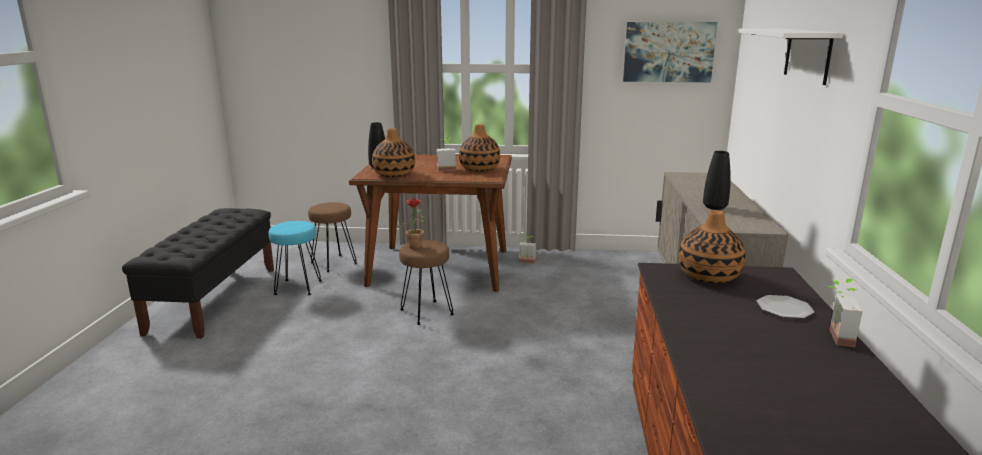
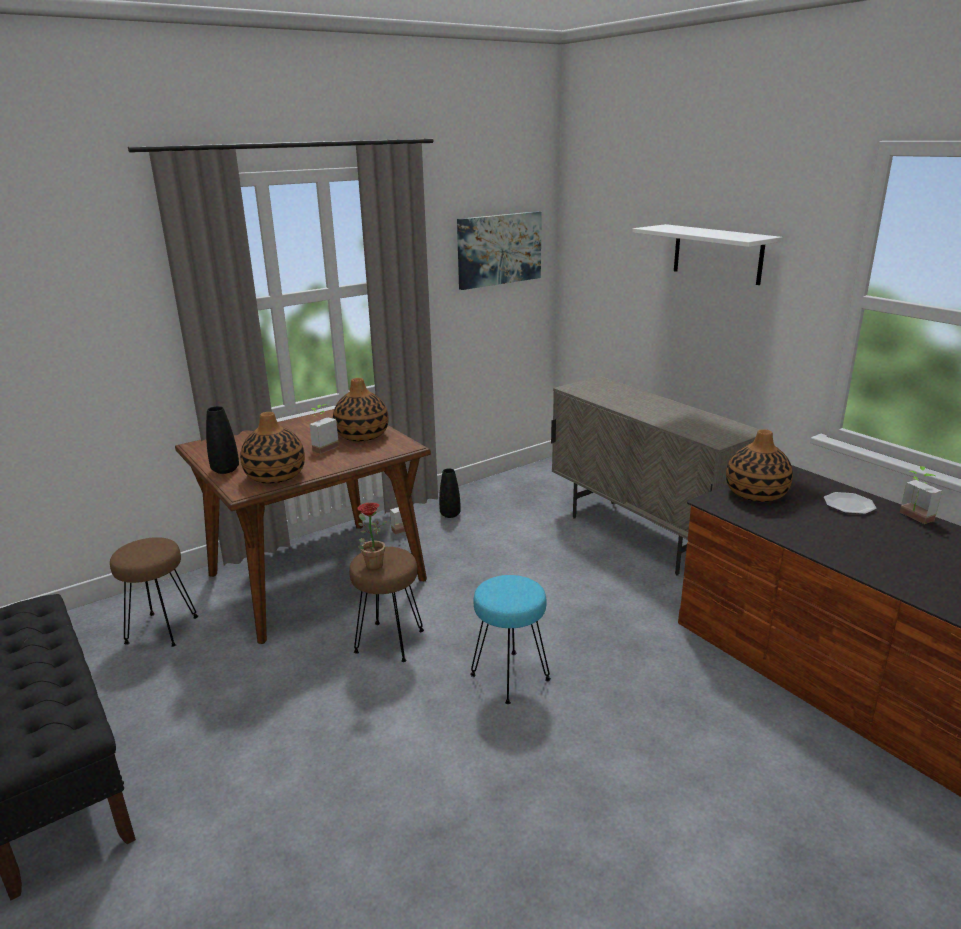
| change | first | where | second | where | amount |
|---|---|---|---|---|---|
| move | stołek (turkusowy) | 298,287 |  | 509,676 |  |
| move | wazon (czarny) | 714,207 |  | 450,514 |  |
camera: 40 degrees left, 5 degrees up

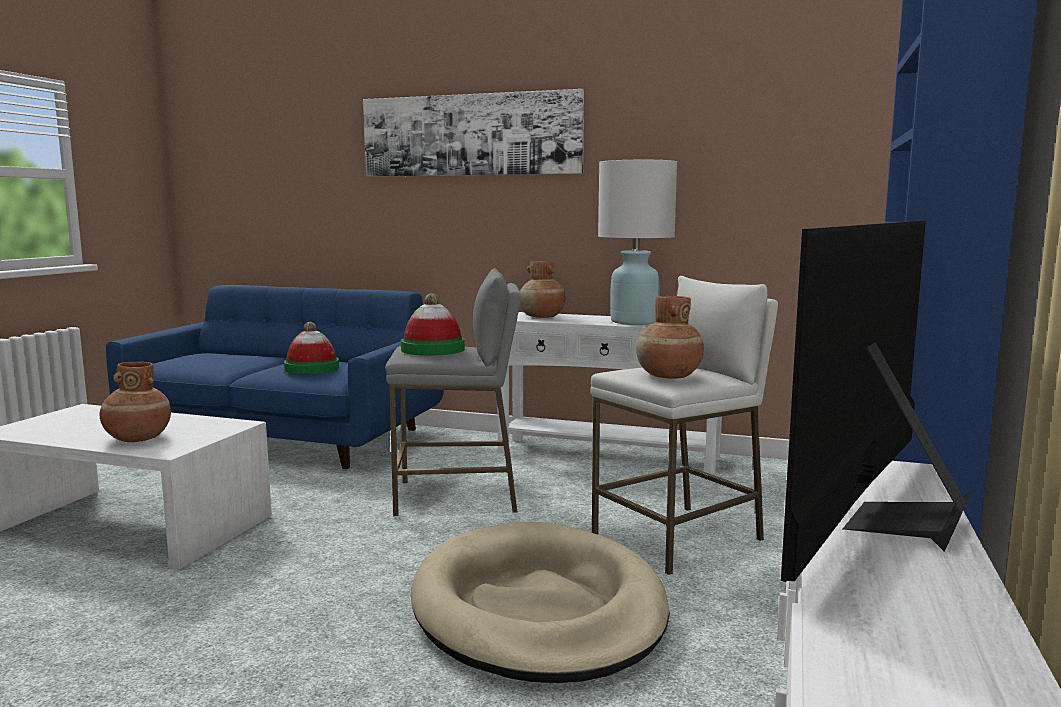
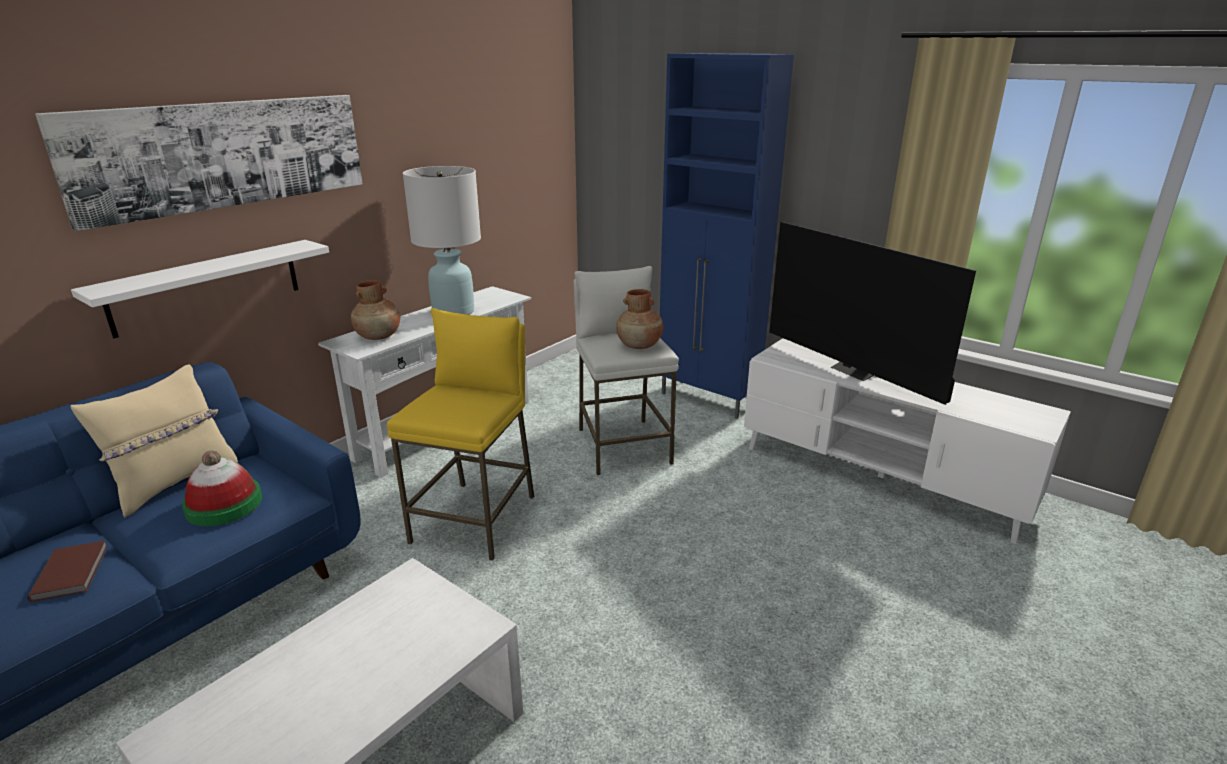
| change | first | where | second | where | amount |
|---|---|---|---|---|---|
| delete | wazon (brązowy) | 137,438 |  |  |  |
| recolor | stołek (szary) | 458,497 | stołek (żółty) | 475,519 |  |
| delete | kapelusz | 433,349 |  |  |  |
| delete | legowisko (beżowy) | 538,609 |  |  |  |
| insert |  |  | książka (brązowy) | 73,572 |  |
| insert |  |  | półka (biały) | 207,287 |  |
| insert |  |  | poduszka (beżowy) | 175,483 |  |
camera: 70 degrees left, 15 degrees up

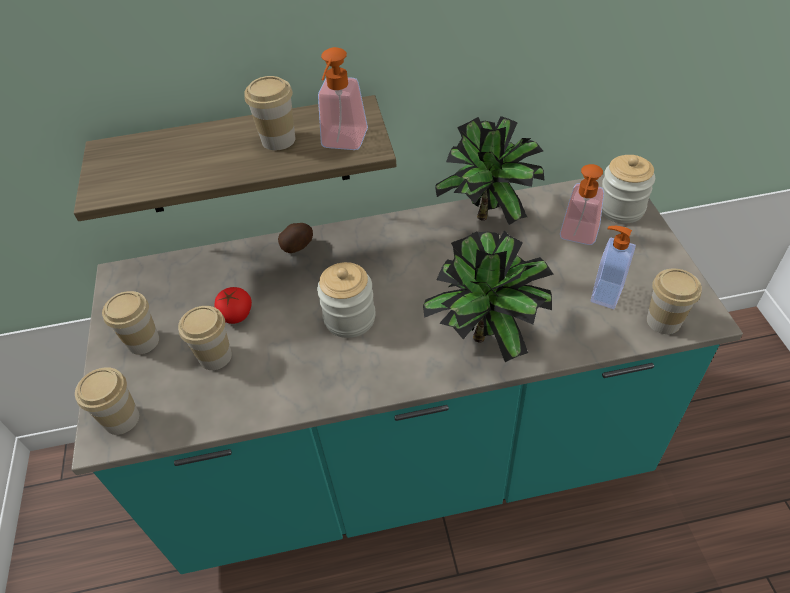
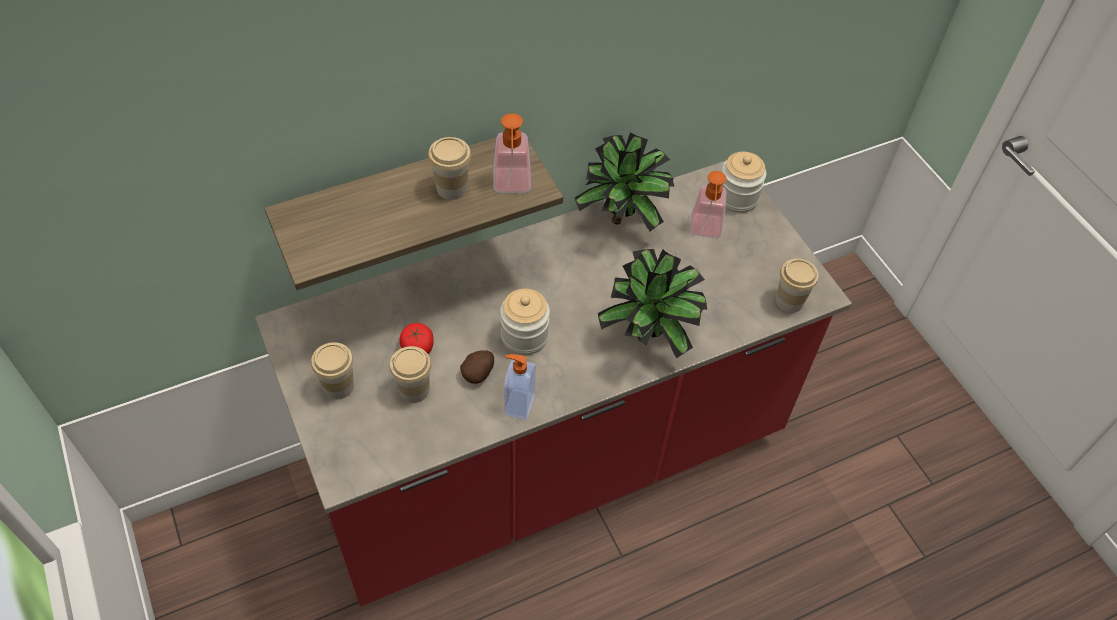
| change | first | where | second | where | amount |
|---|---|---|---|---|---|
| recolor | zabudowa kuchenna (turkusowy) | 408,460 | zabudowa kuchenna (czerwony) | 549,459 |  |
| delete | filiżanka | 121,419 |  |  |  |
| move | ziemniak | 298,246 |  | 479,373 |  |
| move | dozownik mydła | 605,294 |  | 518,404 |  |
camera: 20 degrees left, 5 degrees up

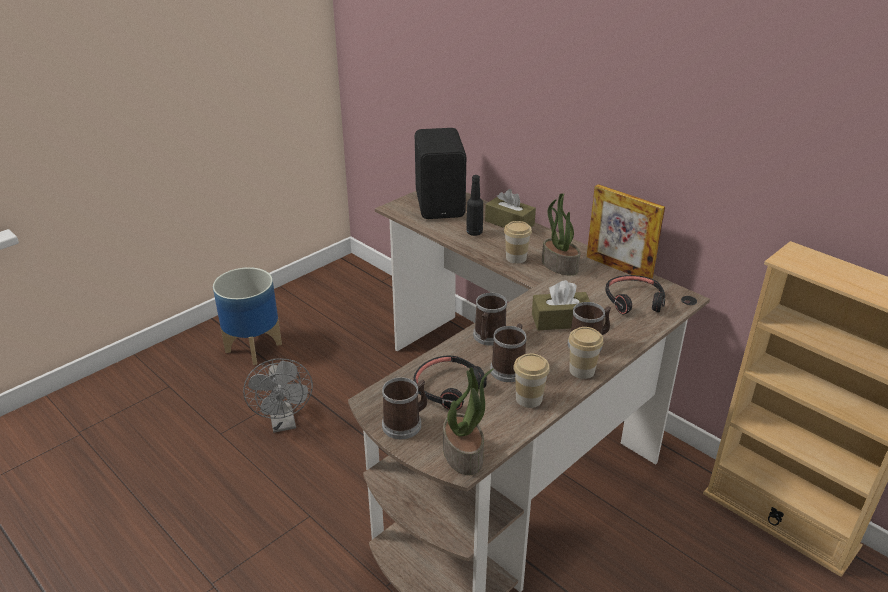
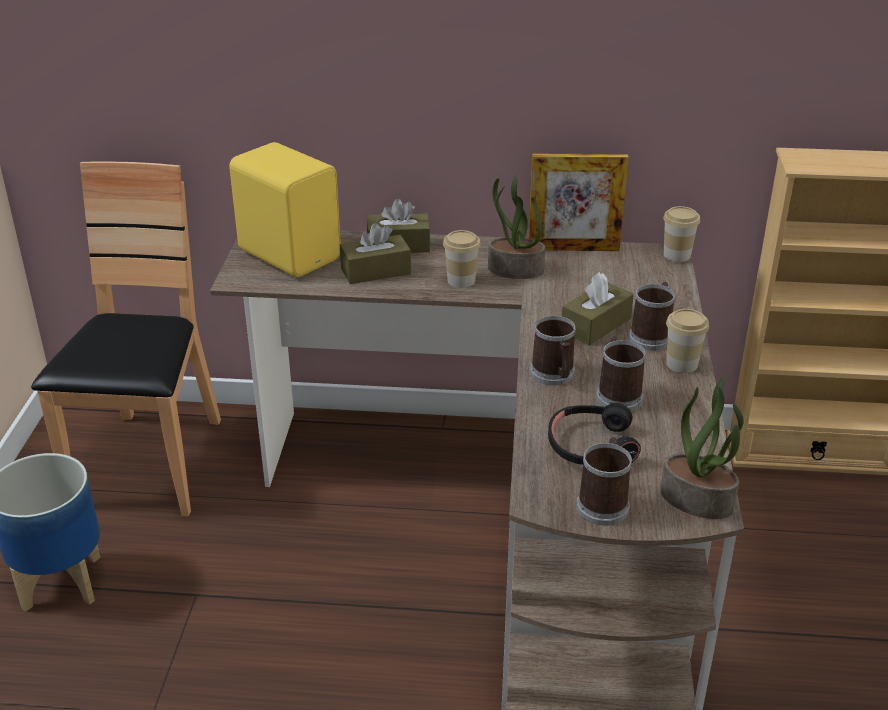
| change | first | where | second | where | amount |
|---|---|---|---|---|---|
| delete | wentylator (szary) | 284,423 |  |  |  |
| recolor | głośnik (czarny) | 441,204 | głośnik (żółty) | 290,253 |  |
| replace | butelka (czarny) | 474,232 | pudełko chusteczek (brązowy) | 375,271 |  |
| move | filiżanka | 529,399 |  | 677,255 |  |
| delete | słuchawki (czarny) | 634,301 |  |  |  |
| insert |  |  | krzesło (brązowy) | 150,464 |  |
camera: 40 degrees left, 0 degrees up

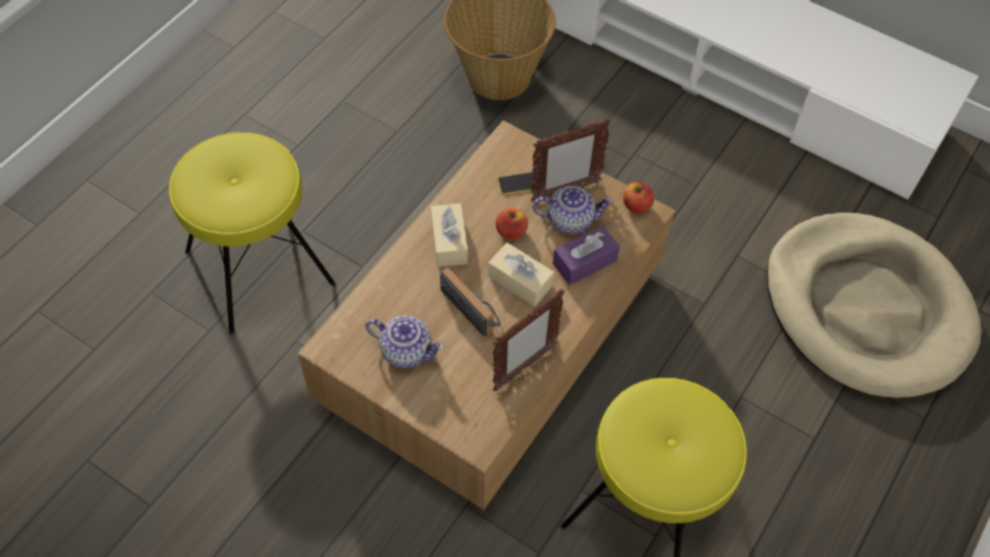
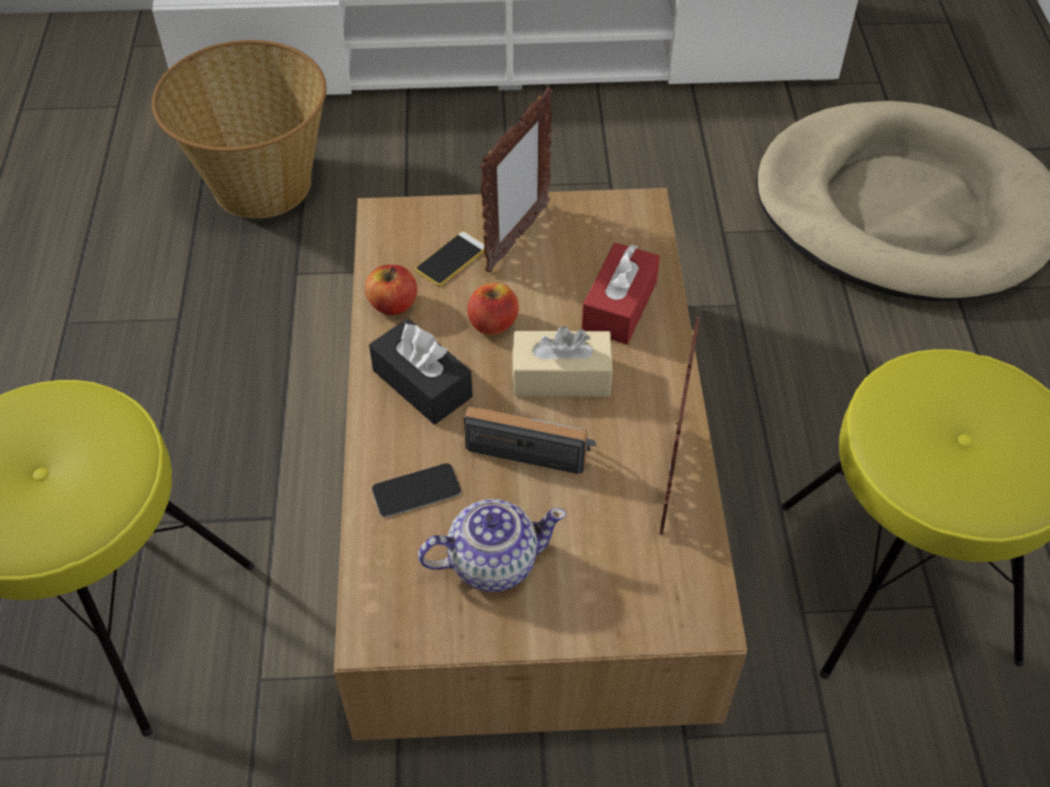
| change | first | where | second | where | amount |
|---|---|---|---|---|---|
| recolor | pudełko chusteczek (beżowy) | 449,242 | pudełko chusteczek (czarny) | 422,383 |  |
| delete | imbryk | 569,220 |  |  |  |
| recolor | pudełko chusteczek (fioletowy) | 584,262 | pudełko chusteczek (czerwony) | 619,306 |  |
| move | jabłko | 636,205 |  | 393,304 |  |
| insert |  |  | telefon | 416,491 |  |
camera: 35 degrees left, 5 degrees down

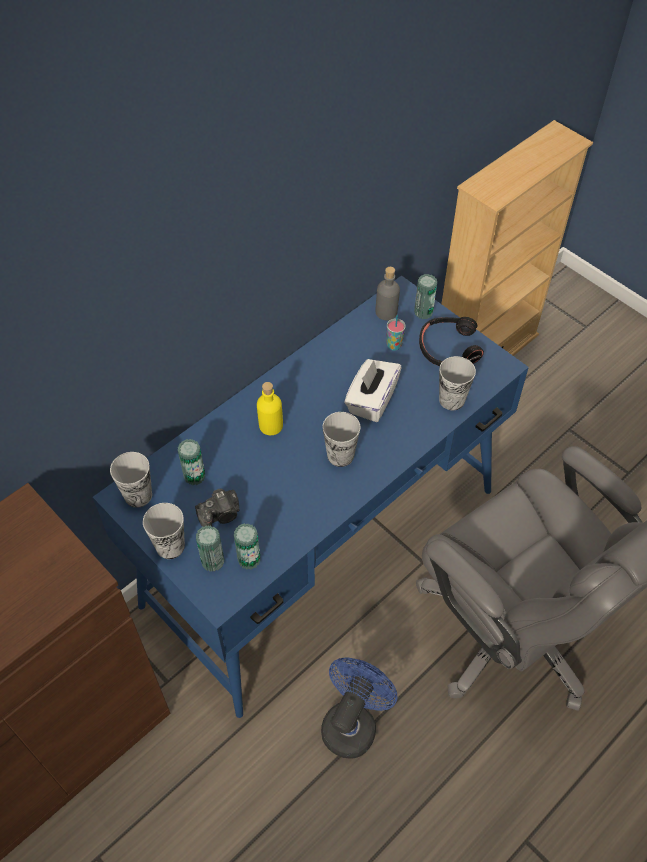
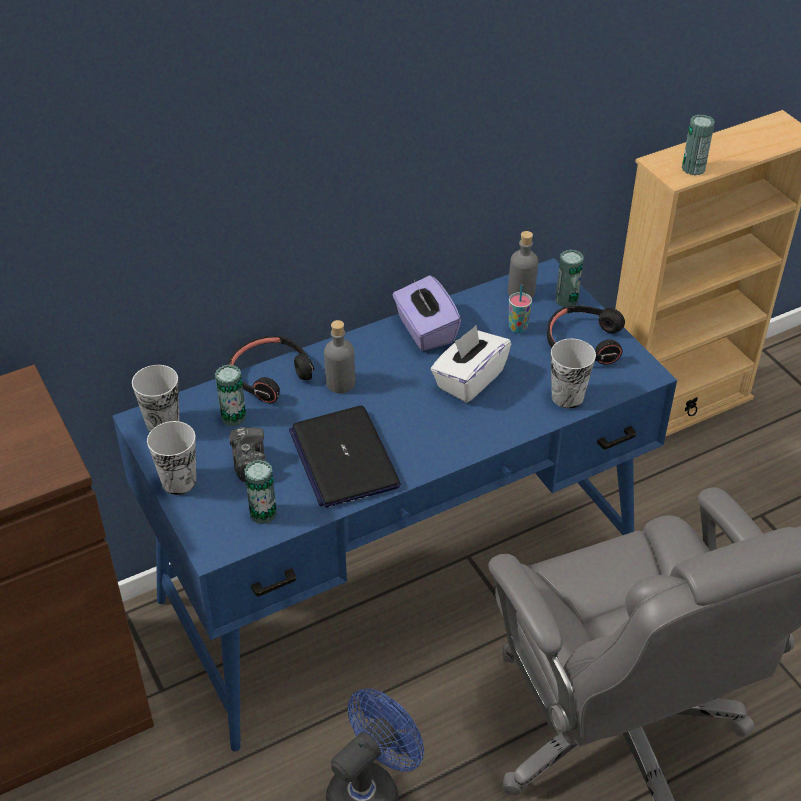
| change | first | where | second | where | amount |
|---|---|---|---|---|---|
| rotate | aparat fotograficzny | 221,515 |  | 248,462 | 90 degrees counterclockwise |
| move | puszka | 213,561 |  | 693,168 |  |
| recolor | butelka (żółty) | 271,425 | butelka (szary) | 340,383 |  |
| delete | filiżanka | 340,455 |  |  |  |
| insert |  |  | słuchawki (czarny) | 270,375 |  |
| insert |  |  | laptop | 343,458 |  |
| insert |  |  | pudełko chusteczek (fioletowy) | 425,330 |  |
camera: 15 degrees right, 10 degrees down

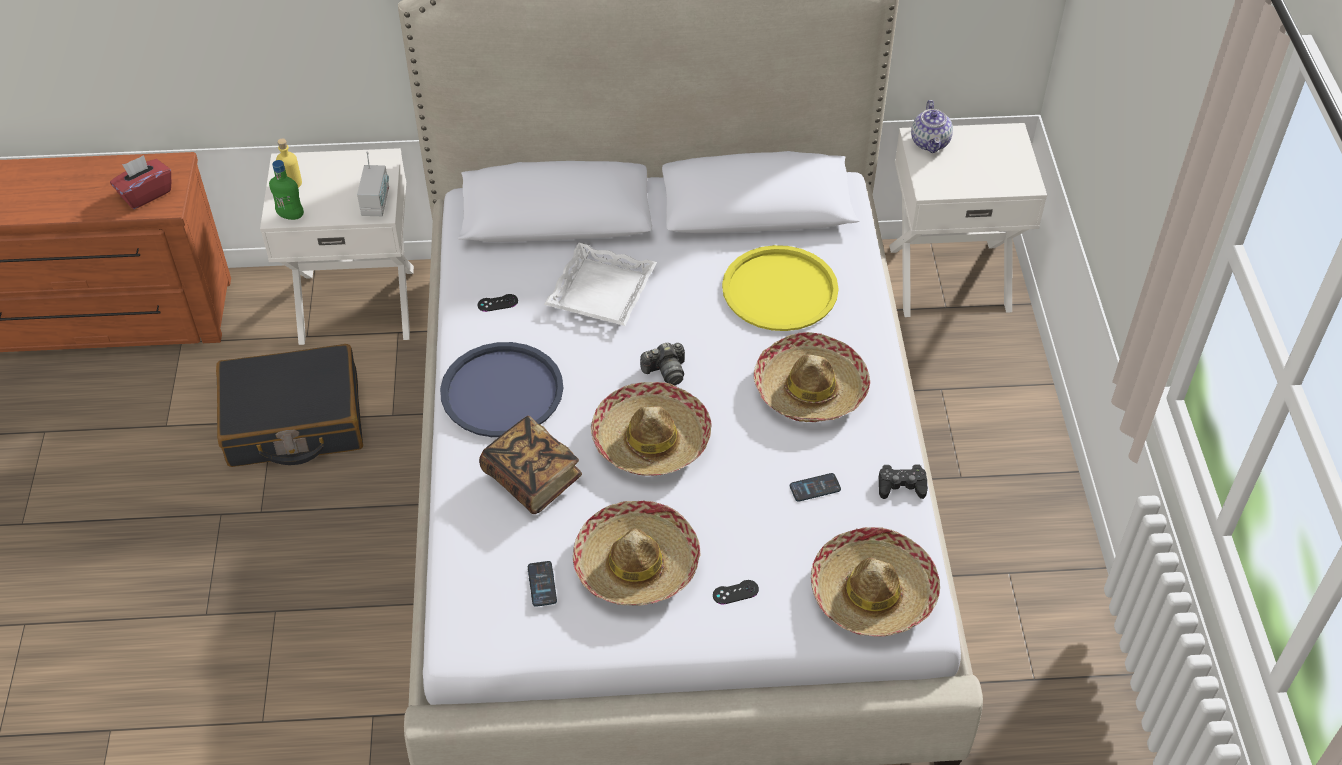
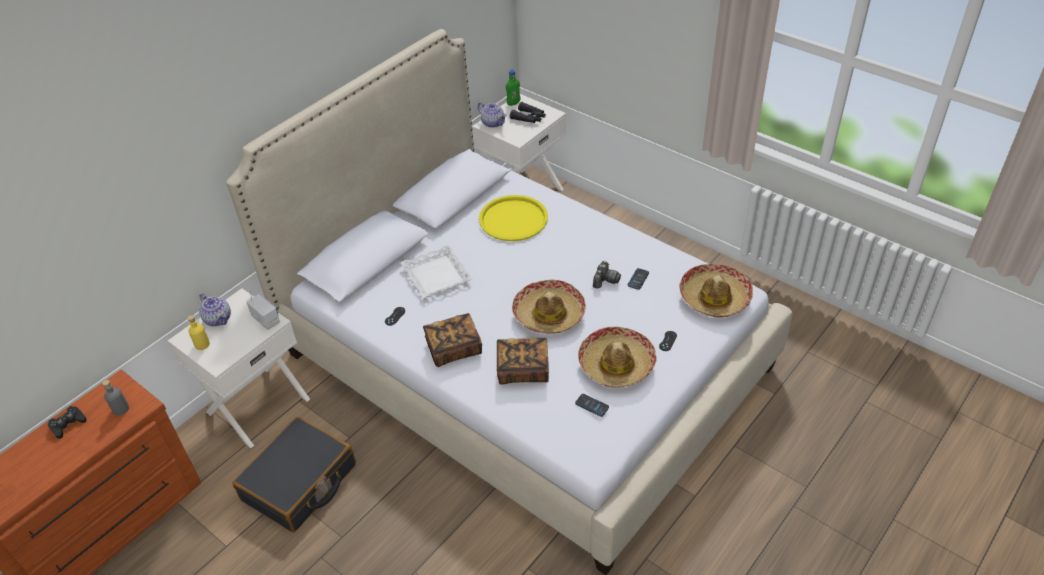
| change | first | where | second | where | amount |
|---|---|---|---|---|---|
| replace | pudełko chusteczek (czerwony) | 146,194 | butelka (szary) | 121,409 |  |
| move | butelka (zielony) | 291,215 |  | 513,103 |  |
| replace | taca (niebieski) | 502,391 | książka | 454,349 |  |
| move | aparat fotograficzny | 665,371 |  | 605,280 |  |
| delete | kapelusz | 810,389 |  |  |  |
| move | pad do gier (czarny) | 901,485 |  | 68,424 |  |
| insert |  |  | imbryk | 218,319 |  |
| insert |  |  | lornetka (czarny) | 529,118 |  |
camera: 45 degrees left, 5 degrees down

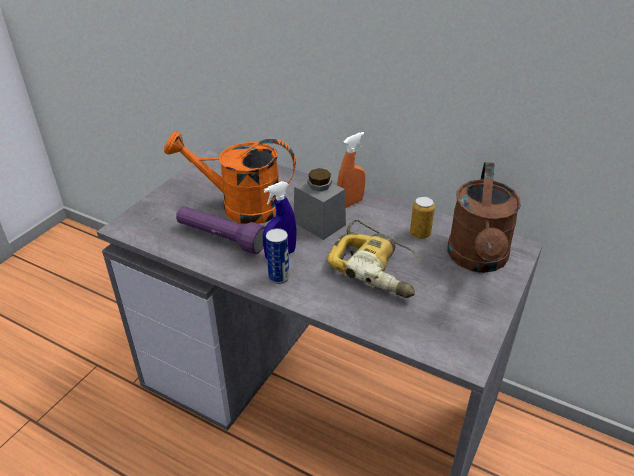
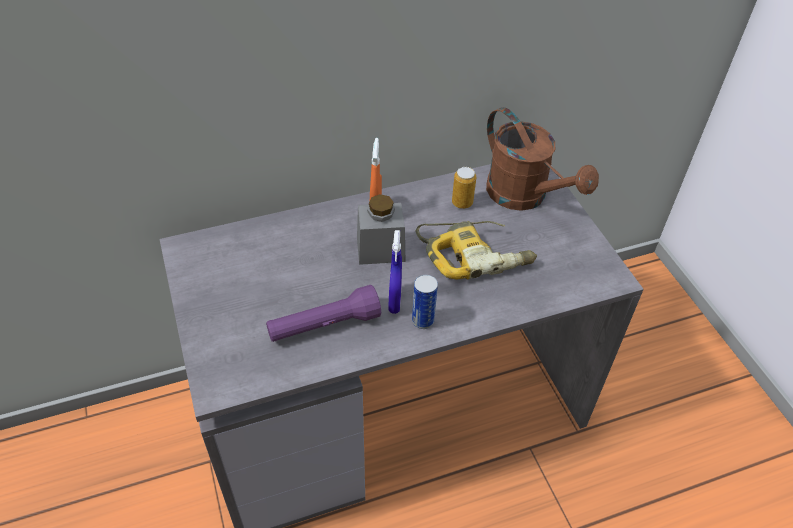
| change | first | where | second | where | amount |
|---|---|---|---|---|---|
| delete | konewka (pomarańczowy) | 240,207 |  |  |  |
camera: 50 degrees left, 10 degrees up

